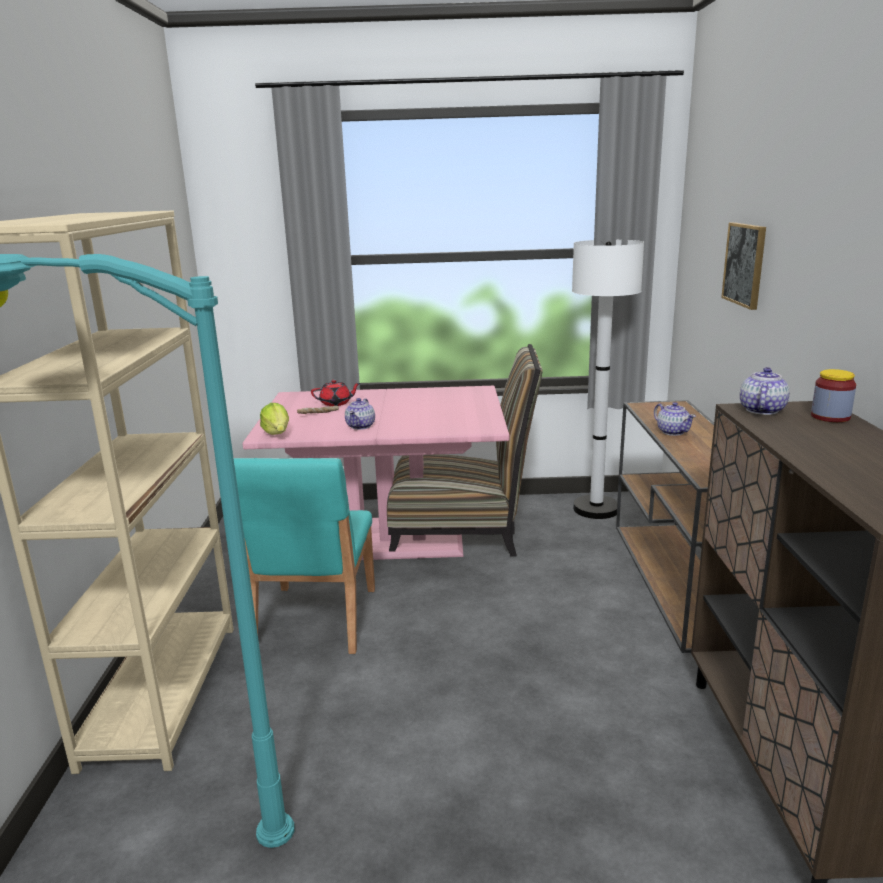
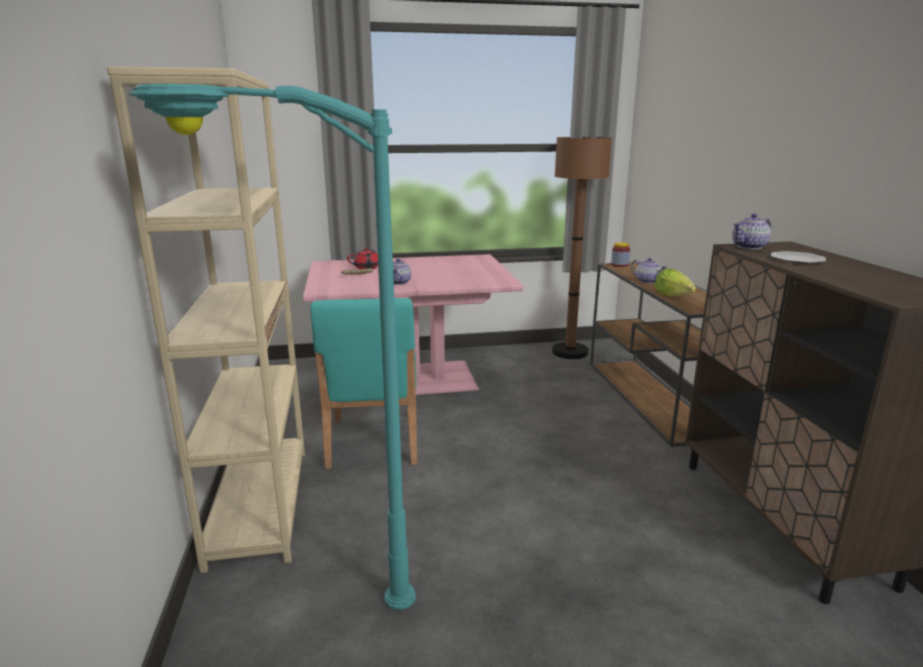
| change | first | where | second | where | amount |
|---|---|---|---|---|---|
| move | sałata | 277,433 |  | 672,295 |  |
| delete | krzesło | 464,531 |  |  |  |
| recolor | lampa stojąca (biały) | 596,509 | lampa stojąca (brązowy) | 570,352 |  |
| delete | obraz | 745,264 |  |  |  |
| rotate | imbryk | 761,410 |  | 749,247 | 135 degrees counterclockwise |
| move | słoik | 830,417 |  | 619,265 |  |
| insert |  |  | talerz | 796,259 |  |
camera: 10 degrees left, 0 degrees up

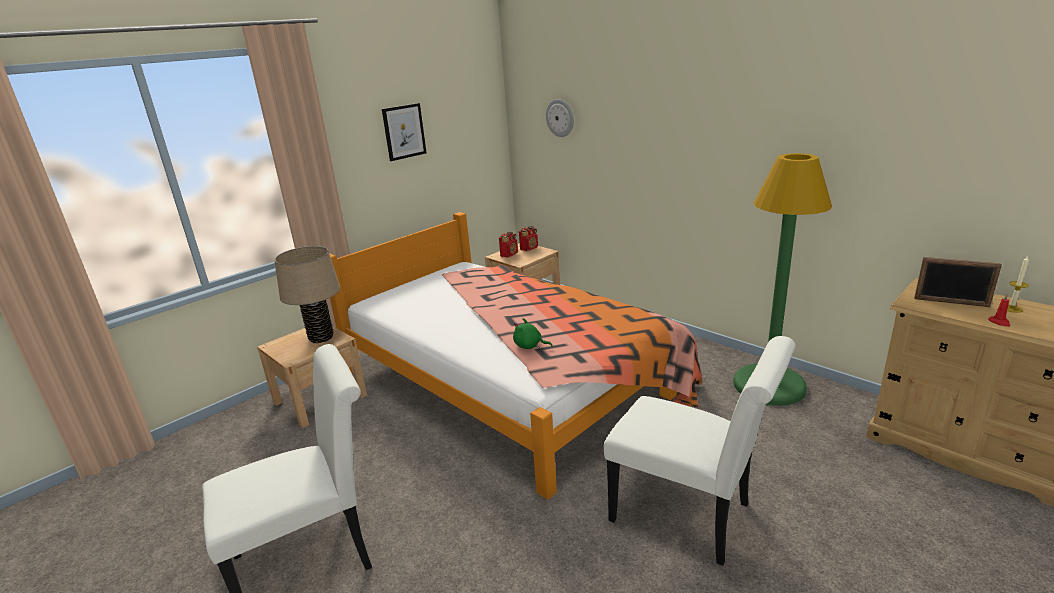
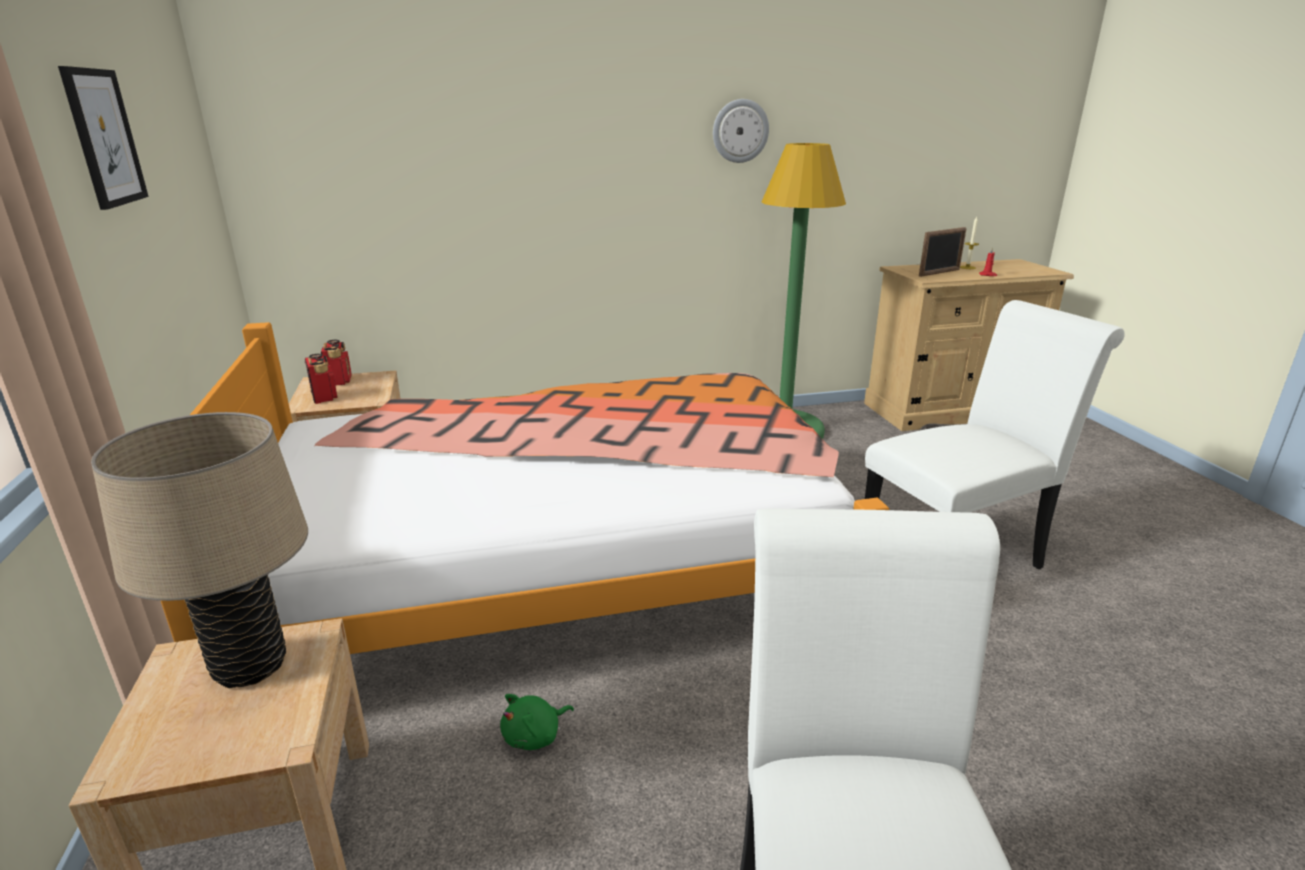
| change | first | where | second | where | amount |
|---|---|---|---|---|---|
| move | pluszak (zielony) | 529,346 |  | 535,736 |  |
| move | zegar ścienny | 560,118 |  | 740,131 |  |
camera: 60 degrees left, 0 degrees up

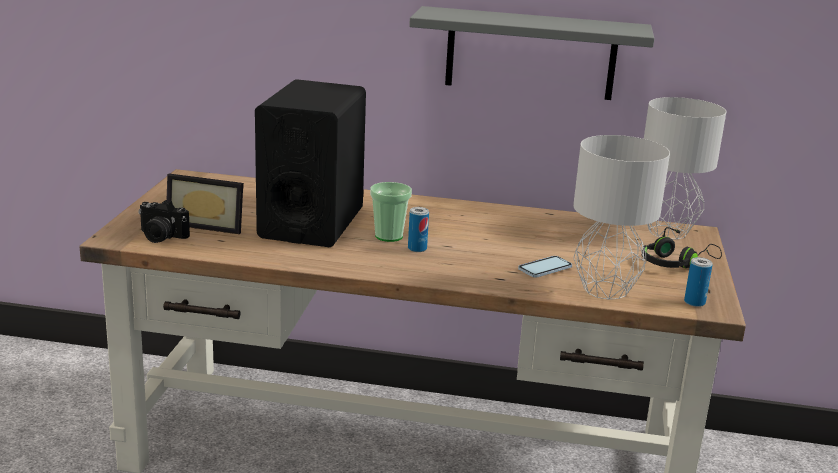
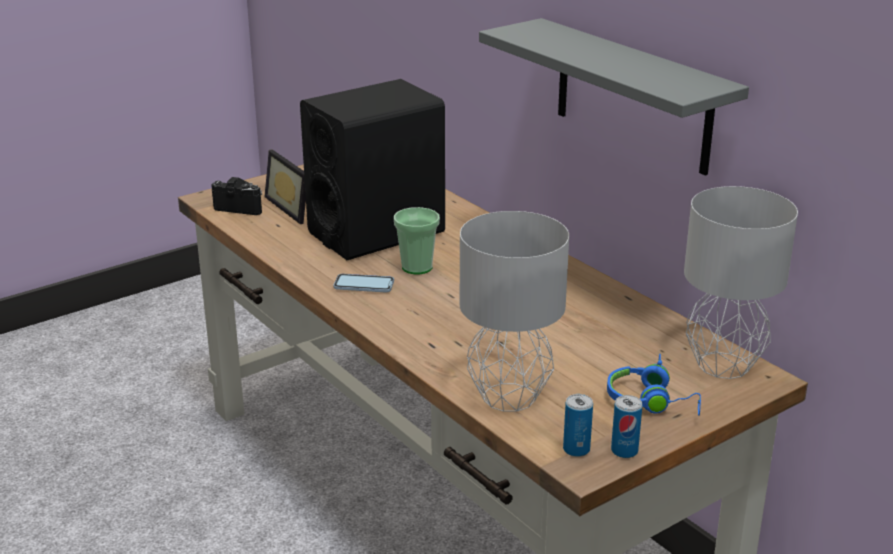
| change | first | where | second | where | amount |
|---|---|---|---|---|---|
| rotate | aparat fotograficzny | 160,237 |  | 241,207 | 135 degrees clockwise |
| move | puszka | 417,248 |  | 624,451 |  |
| move | telefon | 545,268 |  | 364,285 |  |
| recolor | słuchawki (czarny) | 675,263 | słuchawki (niebieski) | 652,401 |  |
camera: 45 degrees right, 5 degrees up

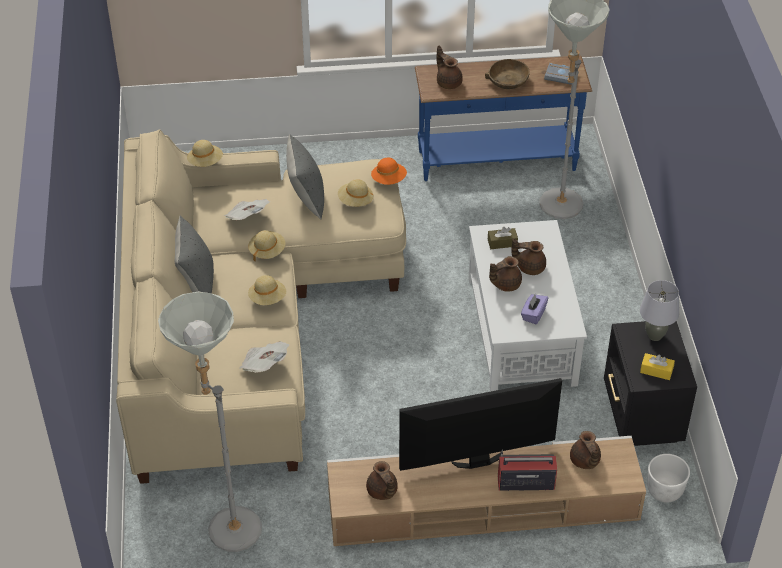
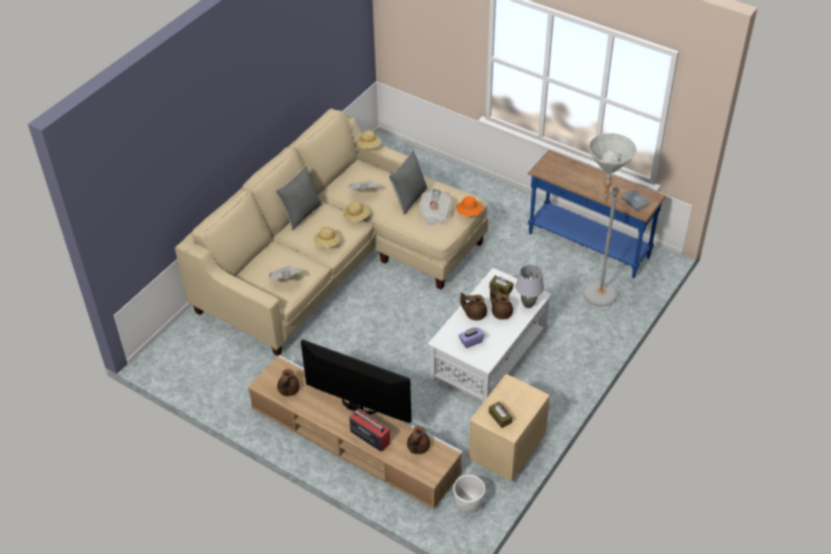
| change | first | where | second | where | amount |
|---|---|---|---|---|---|
| delete | lampa stojąca (szary) | 226,523 |  |  |  |
| replace | kapelusz (beżowy) | 355,201 | gazeta | 434,215 |  |
| delete | imbryk (brązowy) | 448,82 |  |  |  |
| delete | miska (brązowy) | 508,80 |  |  |  |
| recolor | szafka nocna (czarny) | 641,416 | szafka nocna (beżowy) | 505,451 |  |
| move | lampa stołowa (szary) | 655,336 |  | 528,304 |  |
| recolor | pudełko chusteczek (żółty) | 656,371 | pudełko chusteczek (brązowy) | 500,417 |  |
camera: 40 degrees right, 0 degrees up

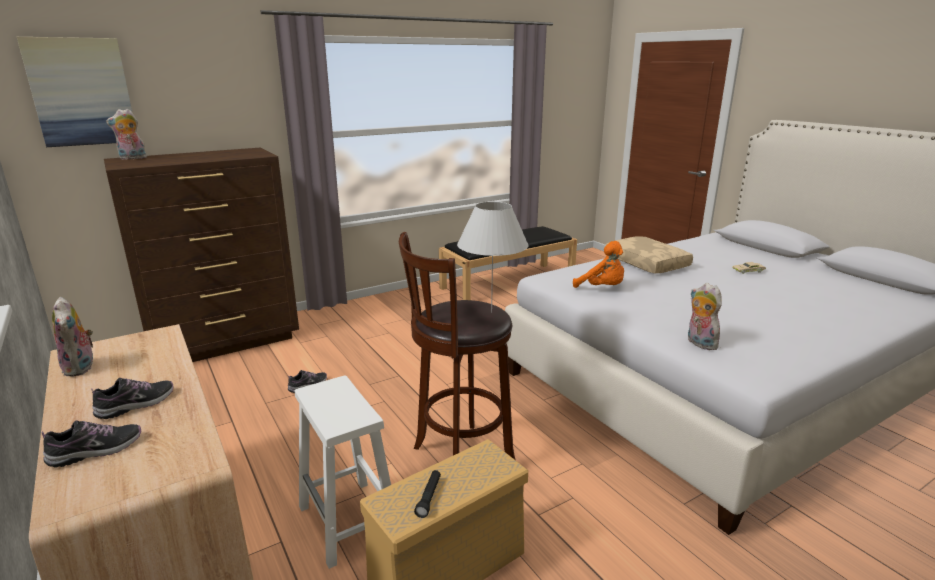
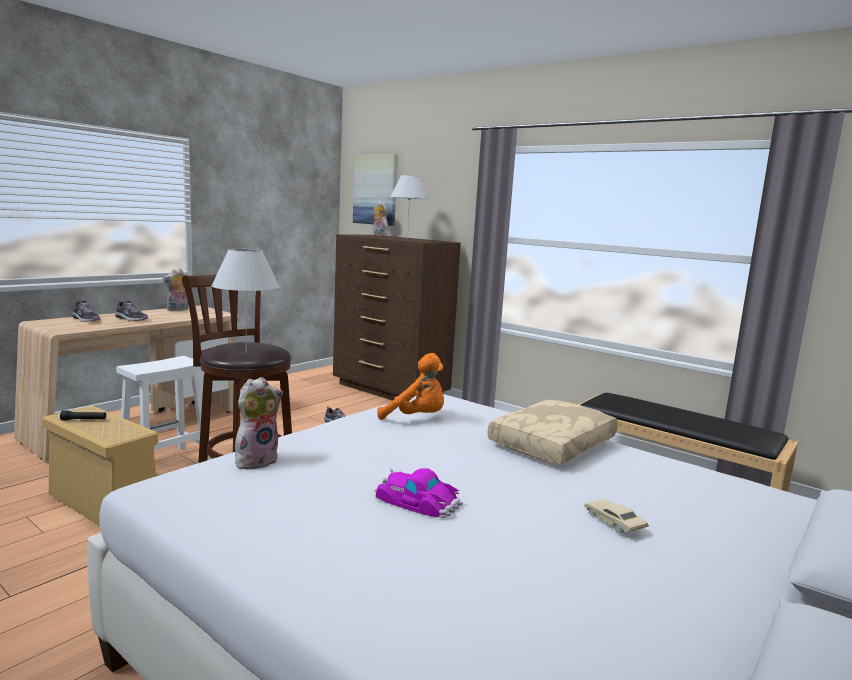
| change | first | where | second | where | amount |
|---|---|---|---|---|---|
| rotate | pluszak (pomarańczowy) | 602,288 |  | 416,418 | 90 degrees counterclockwise |
| insert |  |  | samochodzik | 417,501 |  |
| insert |  |  | lampa stołowa (biały) | 407,239 |  |
camera: 70 degrees right, 10 degrees down

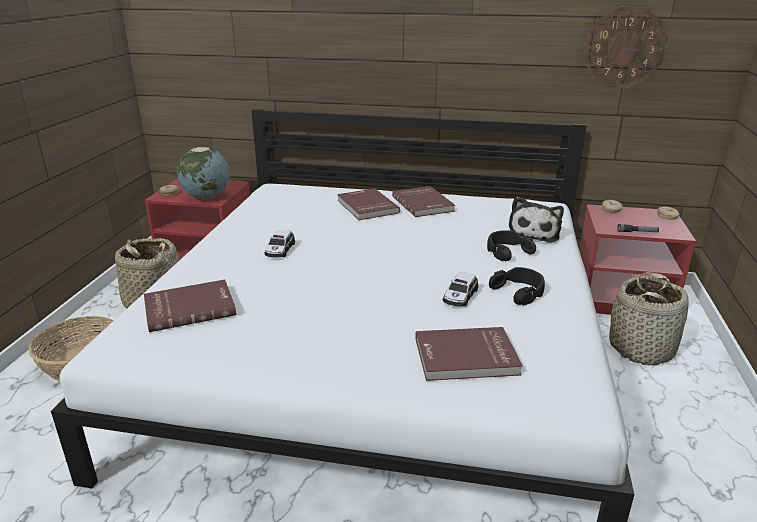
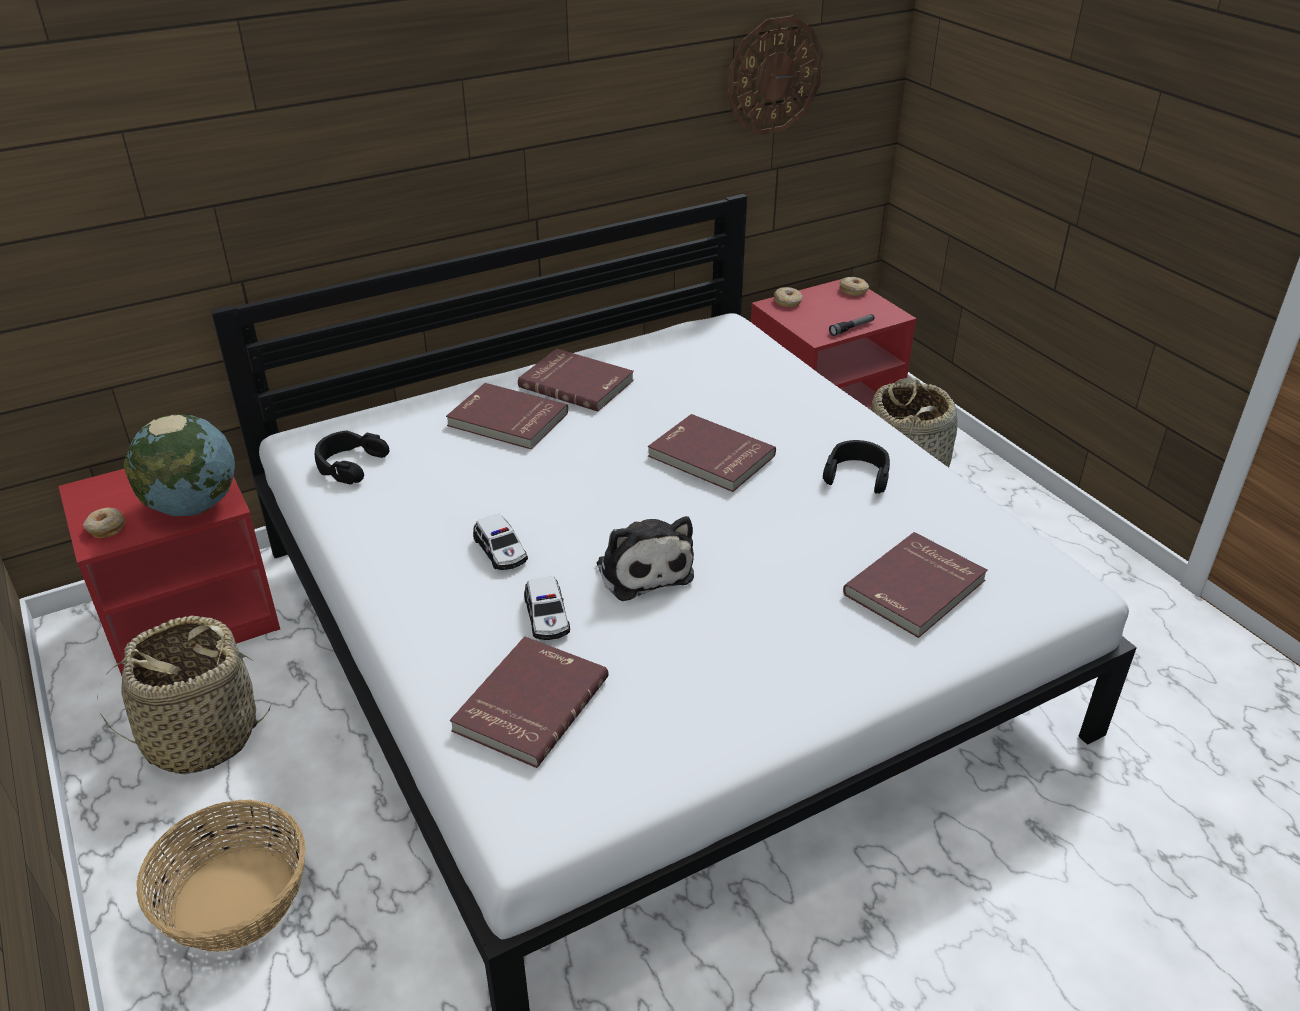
| change | first | where | second | where | amount |
|---|---|---|---|---|---|
| move | samochodzik | 460,296 |  | 547,617 |  |
| move | słuchawki (czarny) | 507,251 |  | 349,464 |  |
| move | pluszak | 534,233 |  | 643,568 |  |
| insert |  |  | książka (czerwony) | 710,457 |  |
camera: 40 degrees left, 10 degrees up

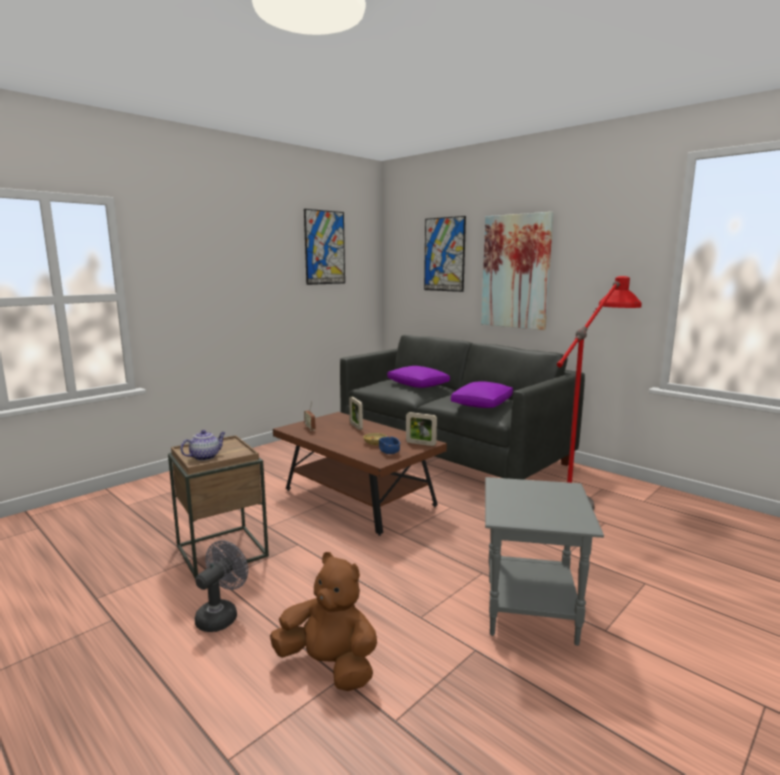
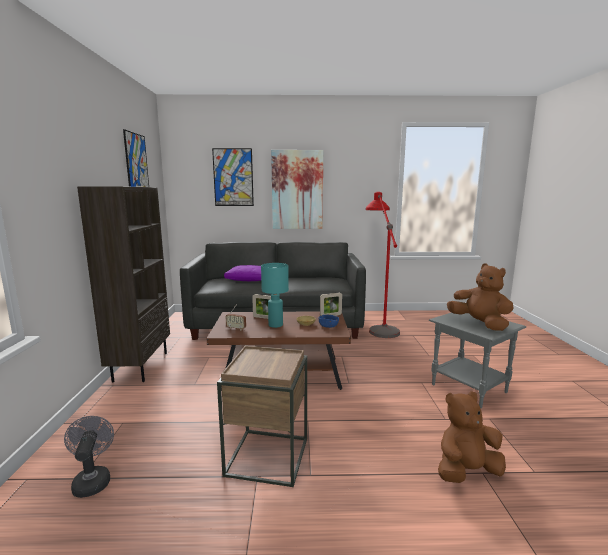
| change | first | where | second | where | amount |
|---|---|---|---|---|---|
| delete | imbryk | 205,457 |  |  |  |
| move | wentylator (szary) | 221,615 |  | 92,480 |  |
| delete | poduszka (fioletowy) | 482,404 |  |  |  |
| insert |  |  | regał (brązowy) | 140,366 |  |
| insert |  |  | lampa stołowa (turkusowy) | 275,325 |  |
| insert |  |  | pluszak (brązowy) | 479,324 |  |
camera: 45 degrees left, 0 degrees up

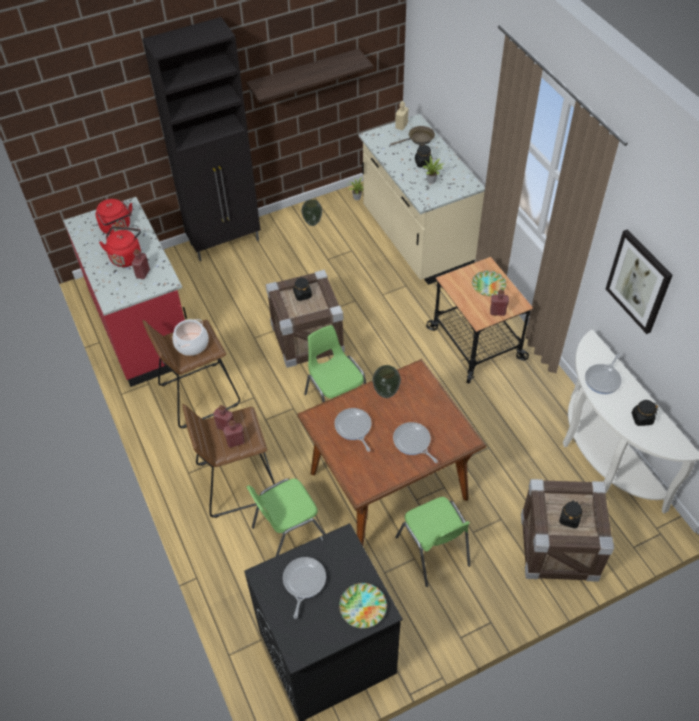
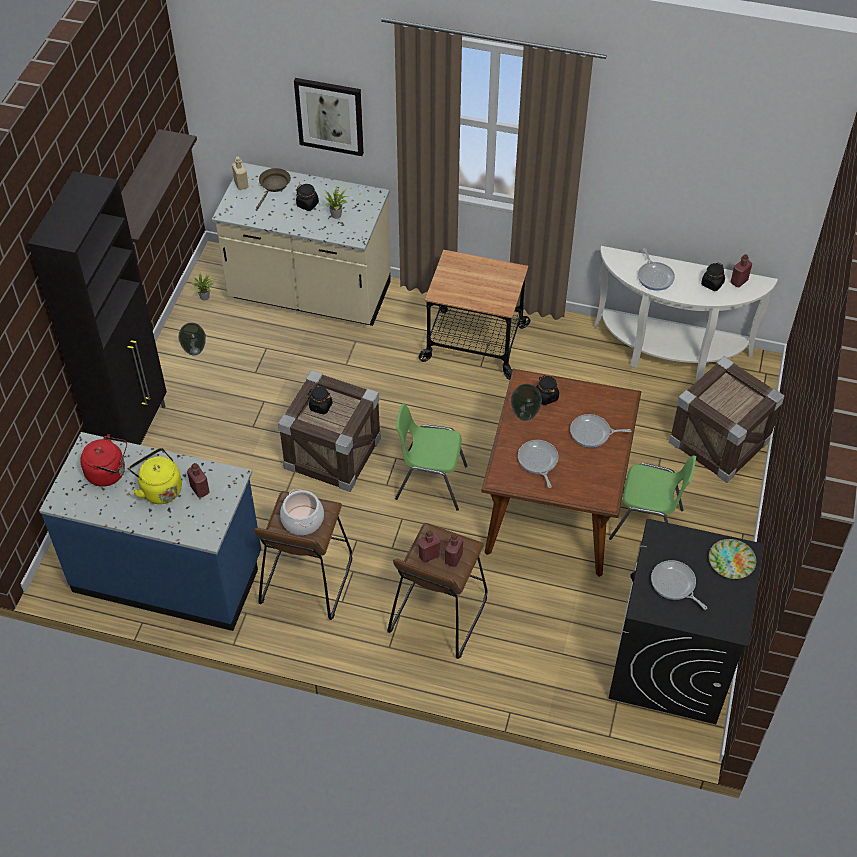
| change | first | where | second | where | amount |
|---|---|---|---|---|---|
| recolor | zabudowa kuchenna (czerwony) | 144,328 | zabudowa kuchenna (niebieski) | 169,573 |  |
| recolor | czajnik (czerwony) | 126,256 | czajnik (żółty) | 159,489 |  |
| delete | krzesło (zielony) | 288,532 |  |  |  |
| rotate | patelnia | 353,428 |  | 538,461 | 60 degrees clockwise |
| delete | talerz | 488,285 |  |  |  |
| move | butelka (czerwony) | 497,312 |  | 739,281 |  |
| move | słoik (czarny) | 569,519 |  | 546,397 |  |
| move | obraz | 639,281 |  | 330,116 |  |
camera: 50 degrees left, 0 degrees up

